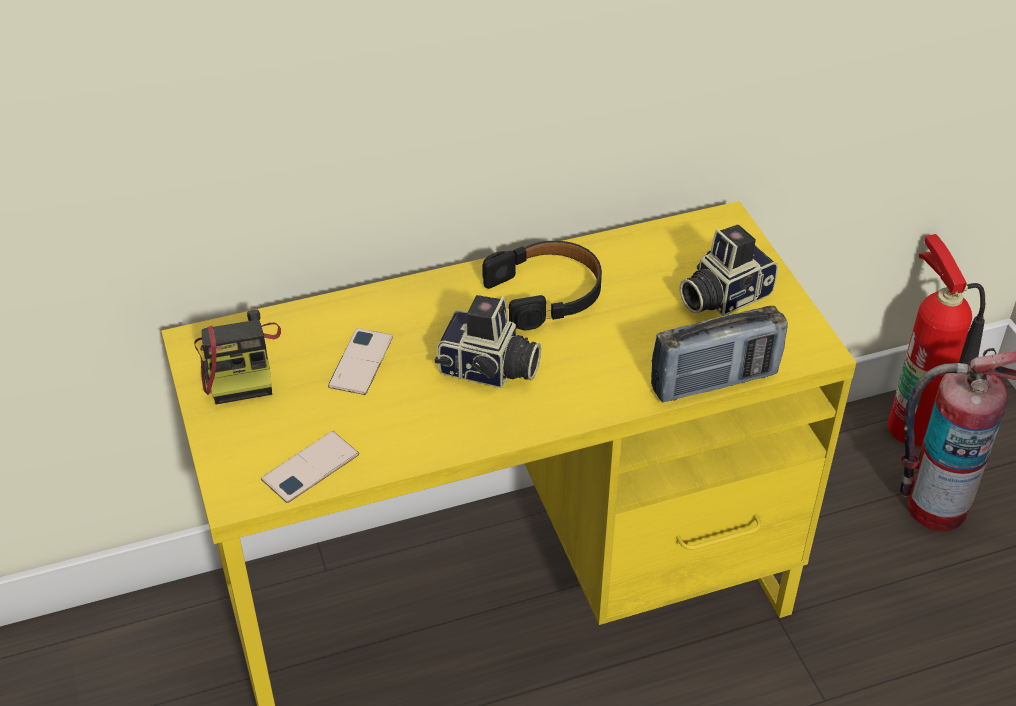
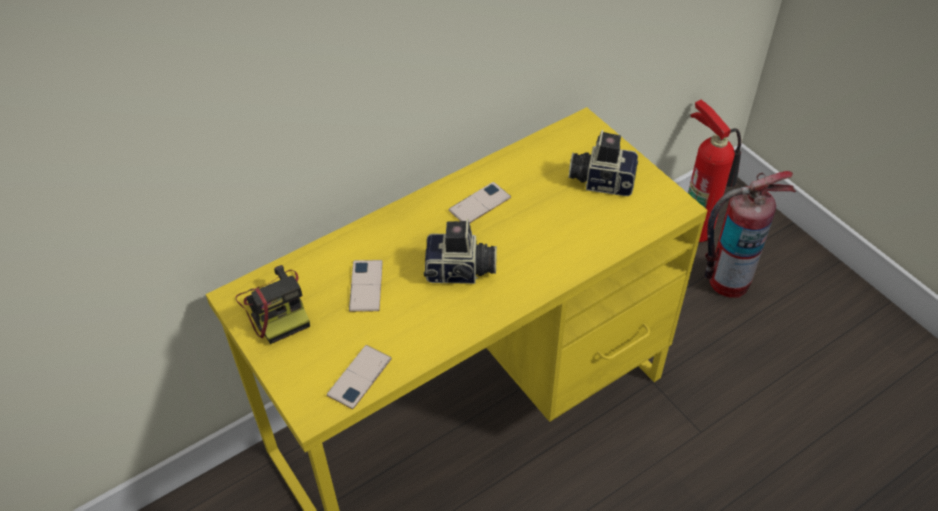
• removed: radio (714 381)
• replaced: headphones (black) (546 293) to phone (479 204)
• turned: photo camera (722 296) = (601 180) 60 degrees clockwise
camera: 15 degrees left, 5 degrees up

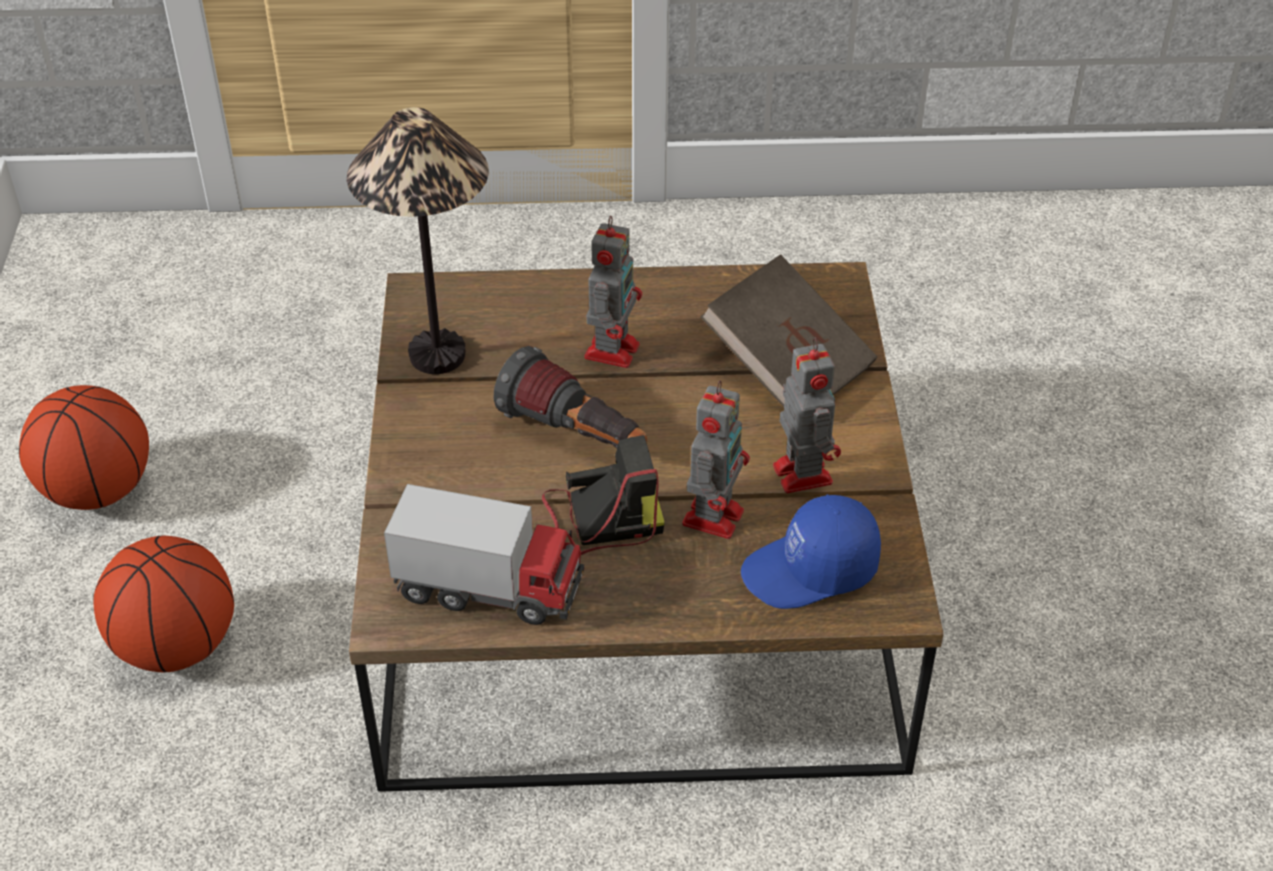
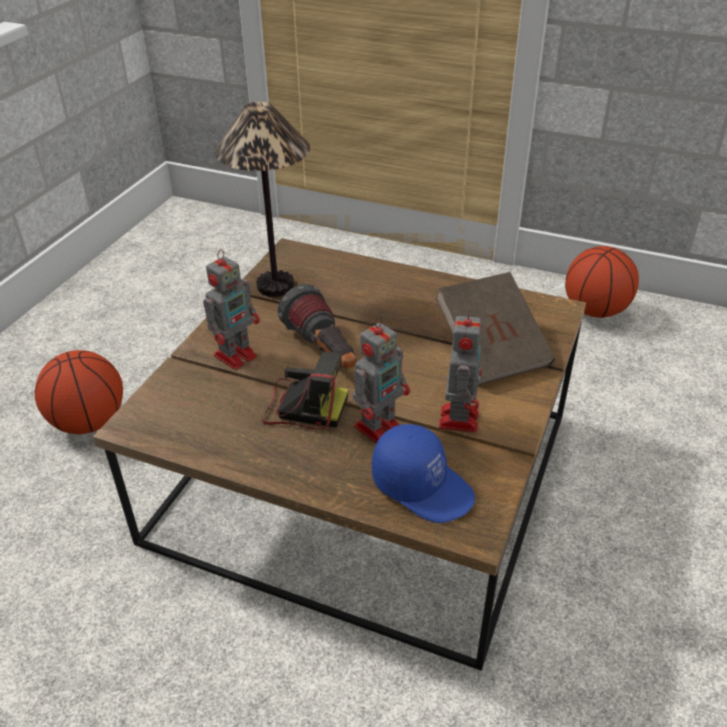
• removed: toy truck (489 589)
• moved: basketball (98 491) to (595 311)
• moved: toy robot (613 349) to (237 355)
• turned: cap (blue) (810 571) = (423 485) 150 degrees counterclockwise
camera: 25 degrees right, 5 degrees down

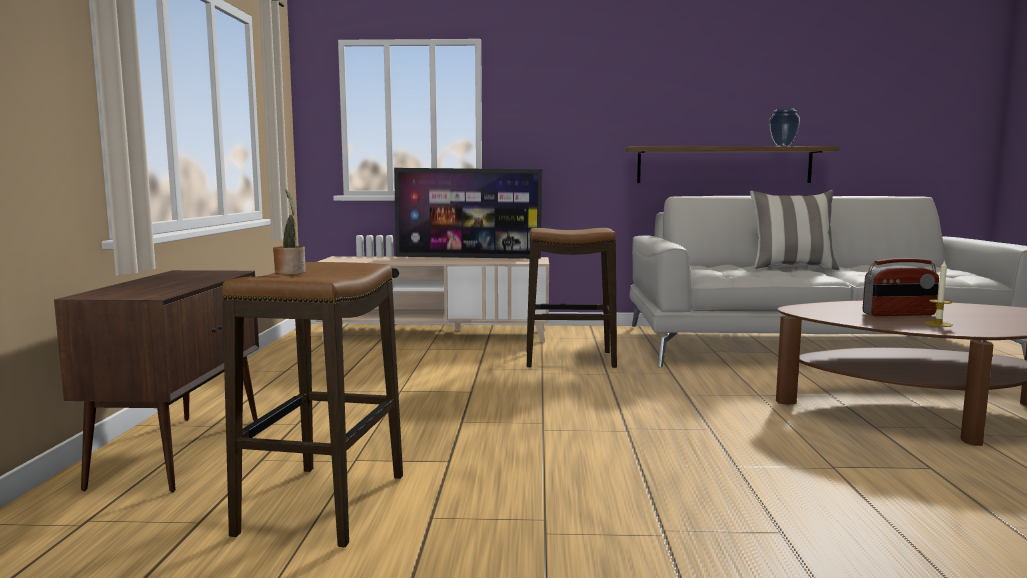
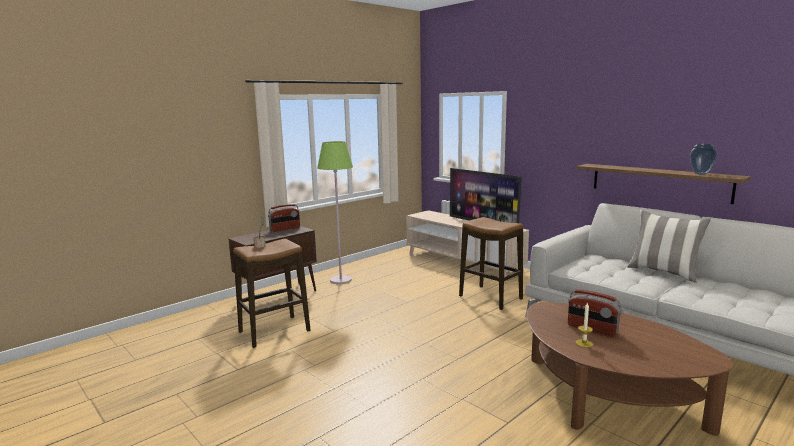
• added: radio (285 229)
• added: floor lamp (green) (341 280)
camera: 45 degrees right, 5 degrees up

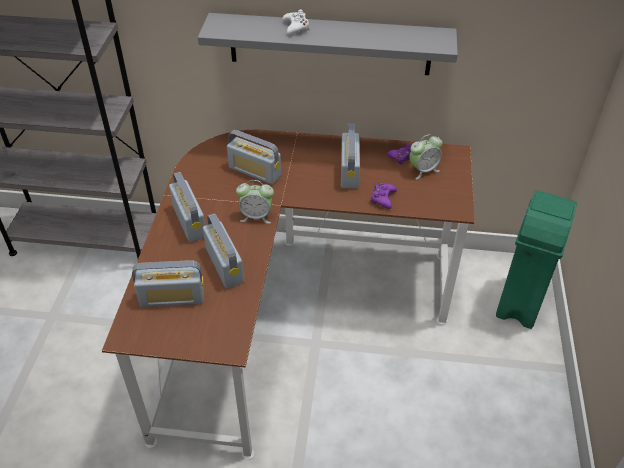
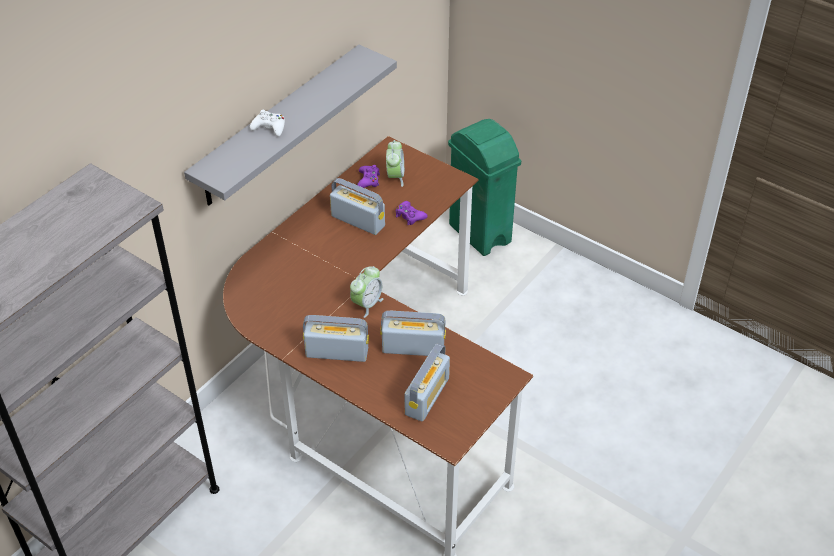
• removed: radio (255 172)
camera: 60 degrees left, 0 degrees up

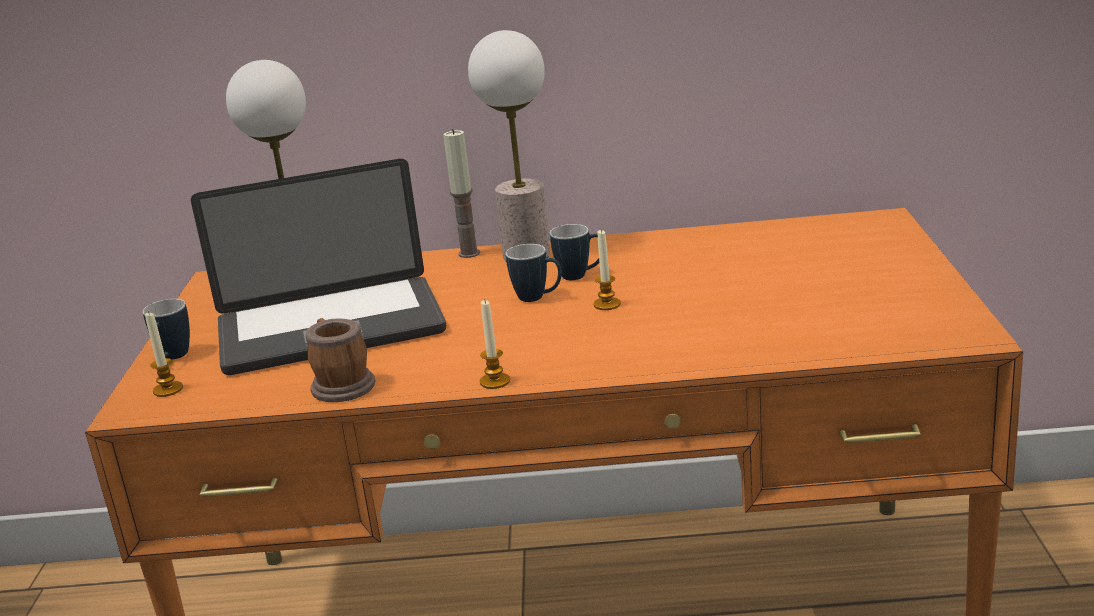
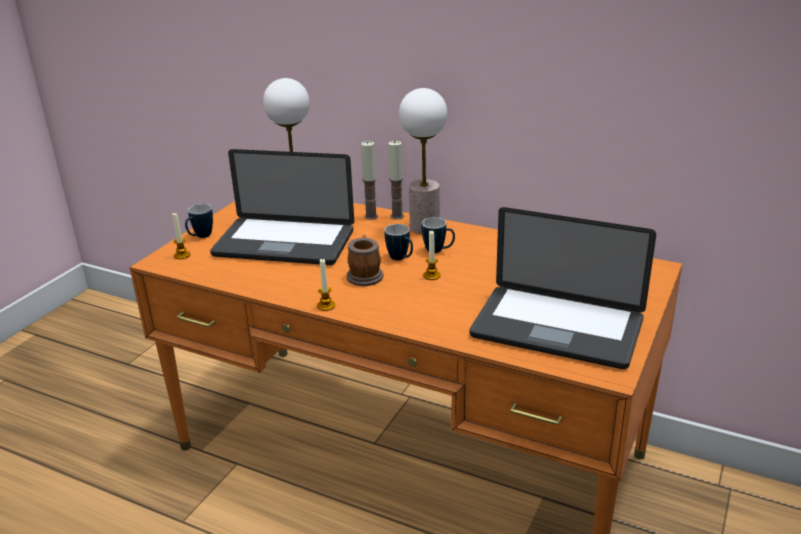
• added: candle (371 216)
• added: laptop (557 328)
• moved: mug (340 384) to (365 275)
camera: 25 degrees right, 5 degrees up

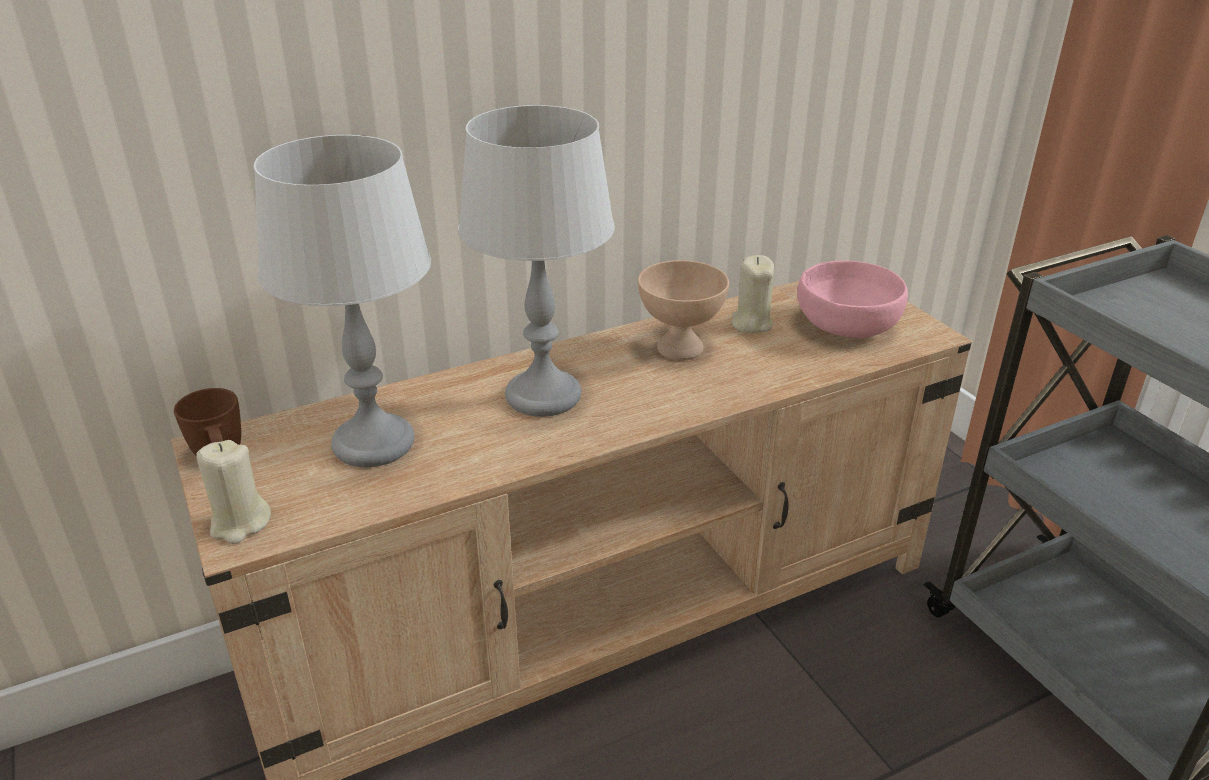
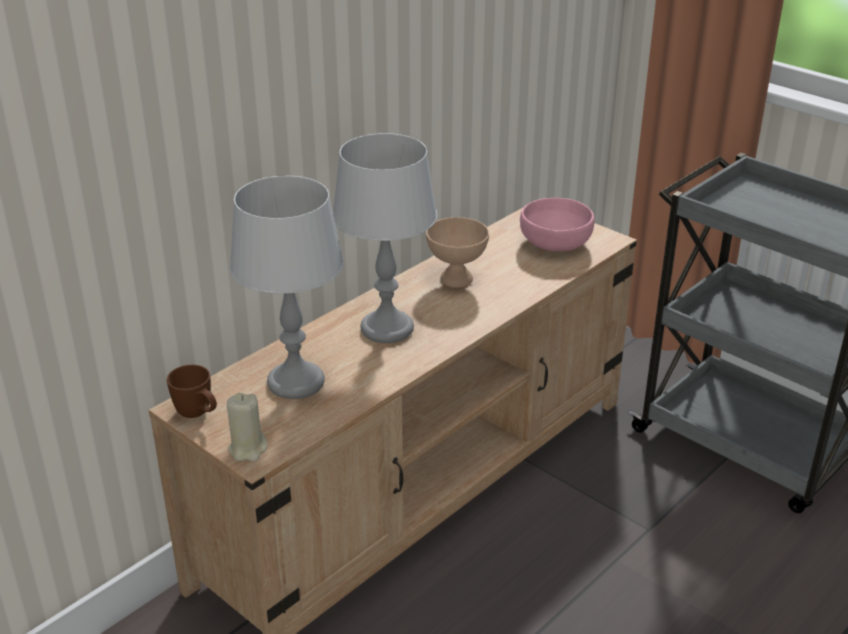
• removed: candle (beige) (751 323)
camera: 20 degrees left, 0 degrees up

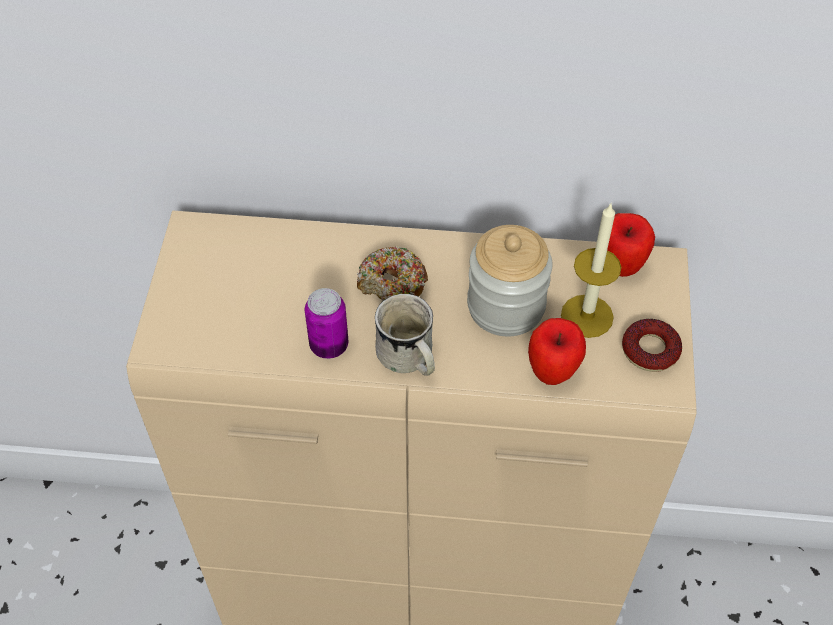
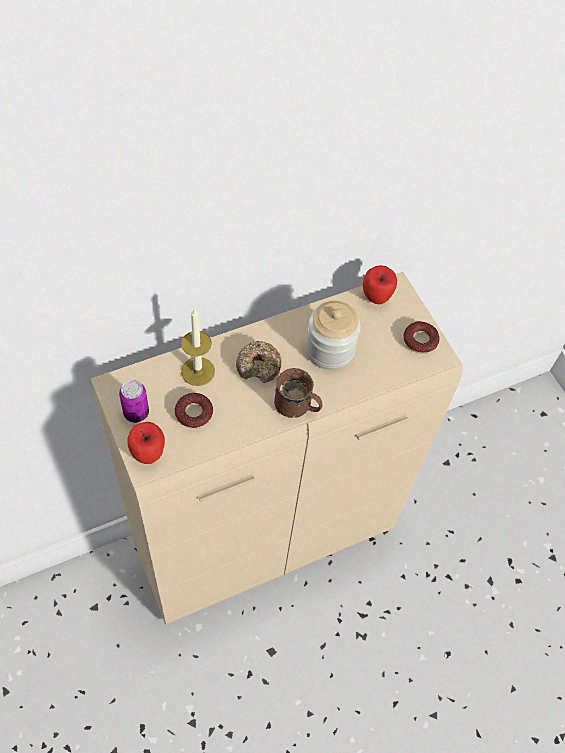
• added: donut (194 413)
• moved: can (329 345) to (136 413)
• moved: apple (552 373) to (148 455)
• moved: candle (587 316) to (198 371)
• recoloured: mug (white) (409 360) to mug (brown) (297 407)
camera: 35 degrees left, 5 degrees up

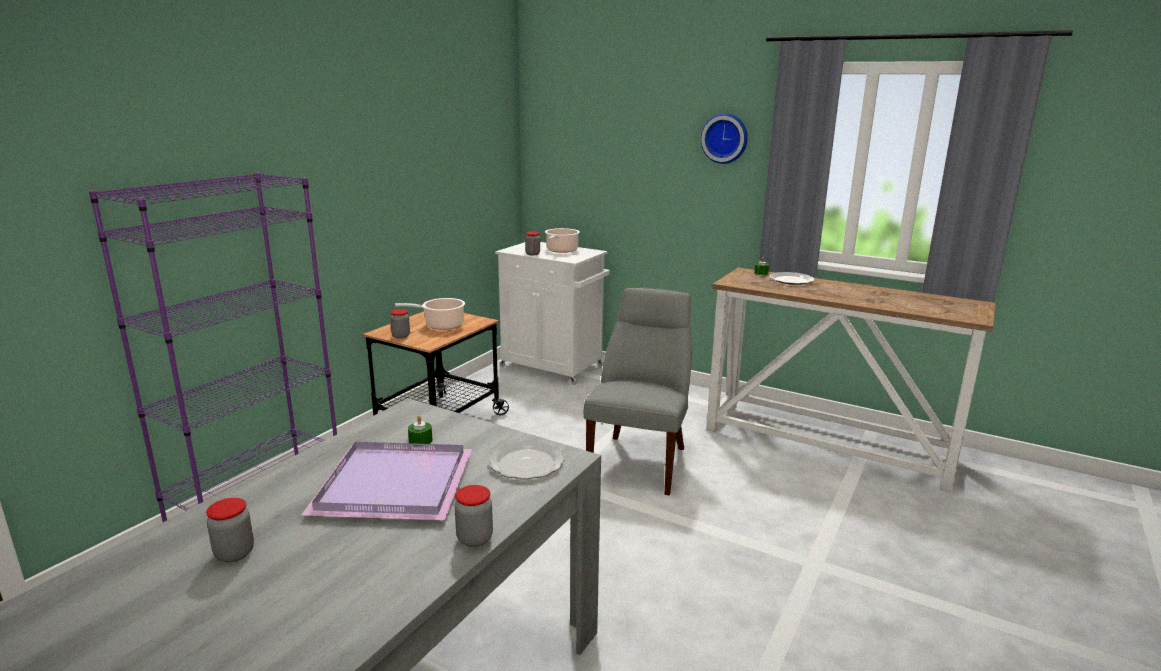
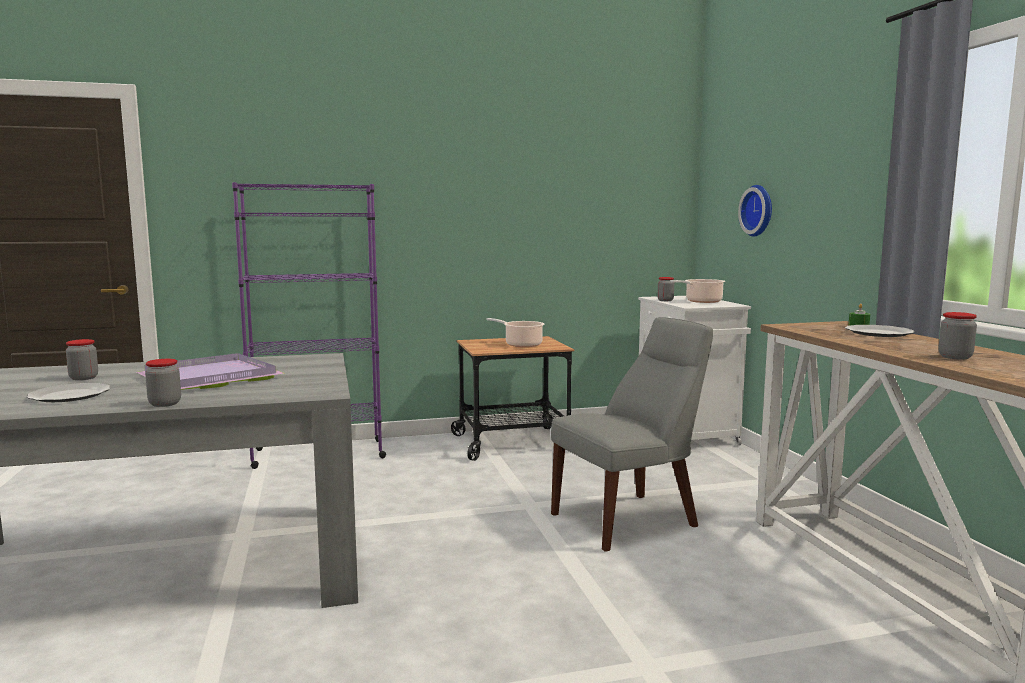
• removed: candle (green) (420 440)
• moved: jar (401 336) to (955 357)
• moved: plate (526 463) to (71 395)
• moved: wall clock (725 138) to (759 210)
camera: 45 degrees right, 10 degrees down

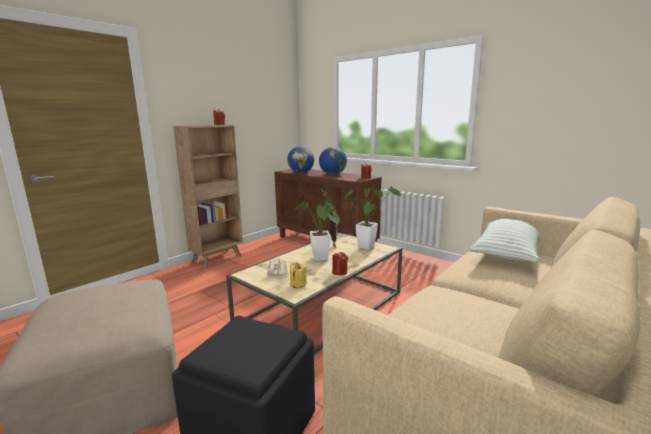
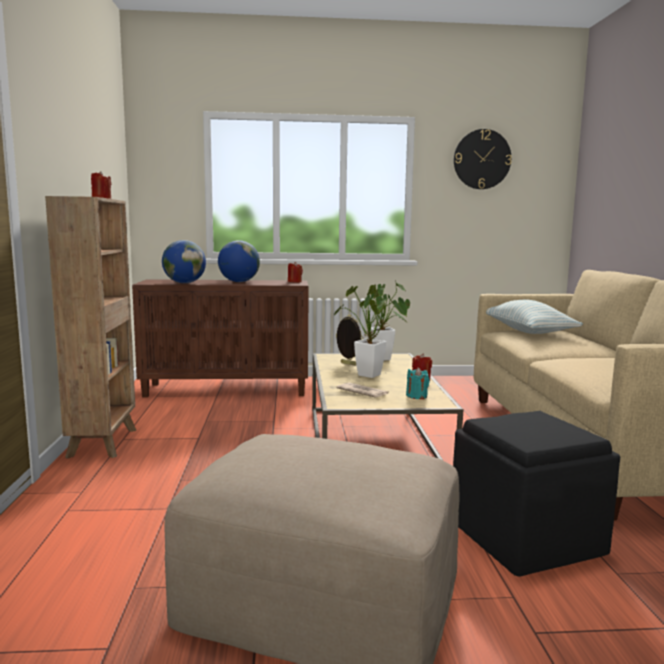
• added: wall clock (482 159)
• recoloured: candle (yellow) (298 284) to candle (turquoise) (416 396)
camera: 45 degrees left, 5 degrees down

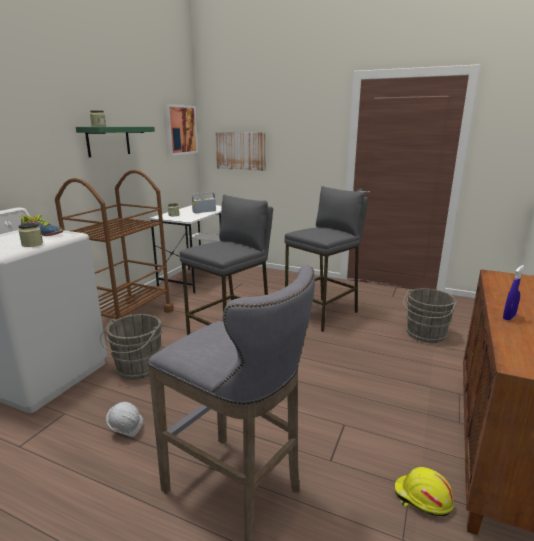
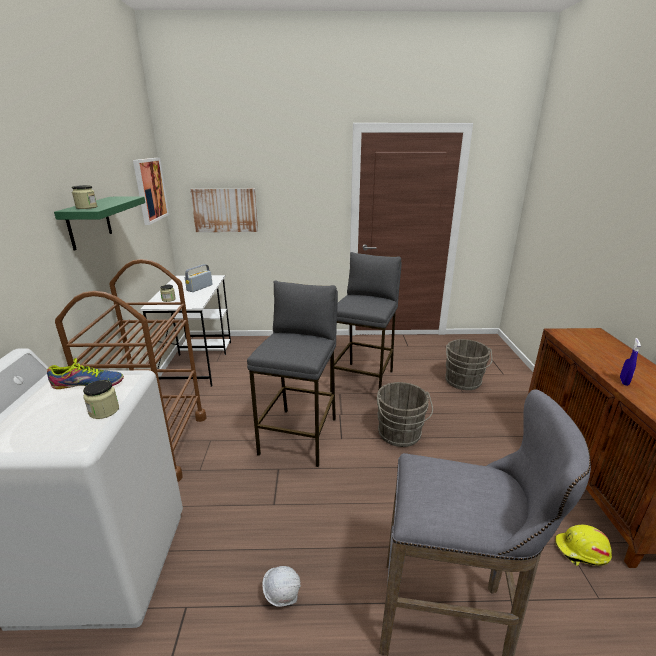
• moved: bucket (grey) (137 369) to (400 435)
camera: 25 degrees left, 5 degrees up

